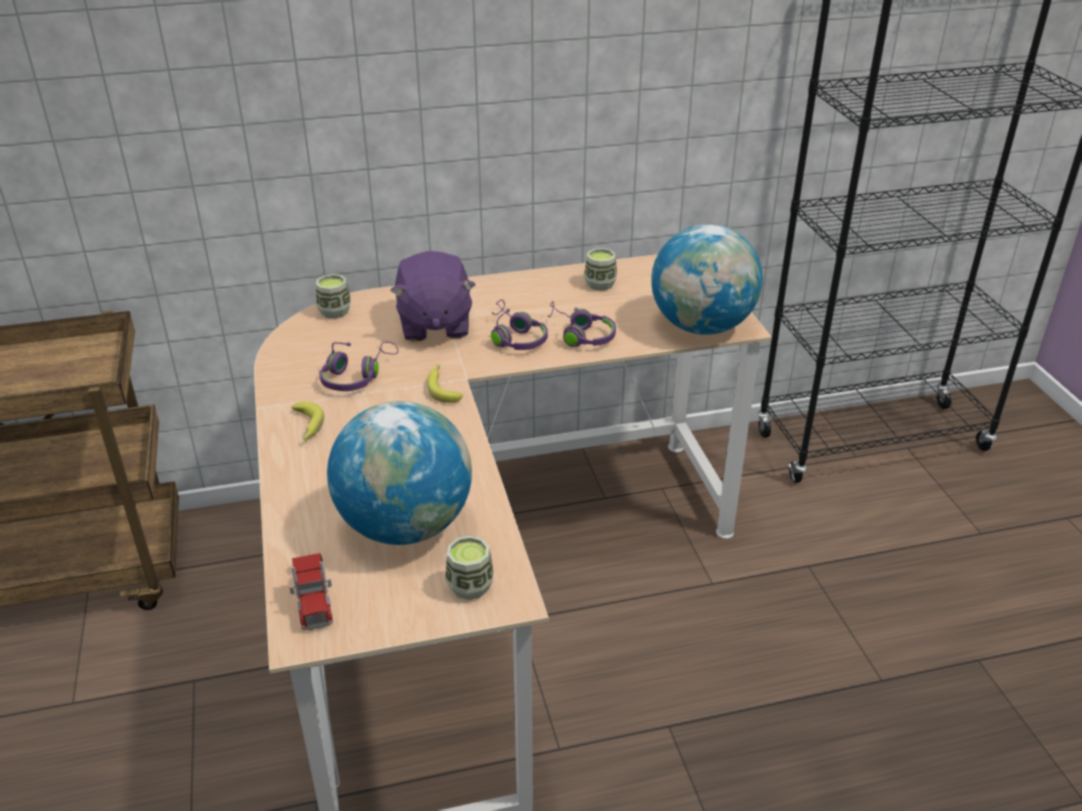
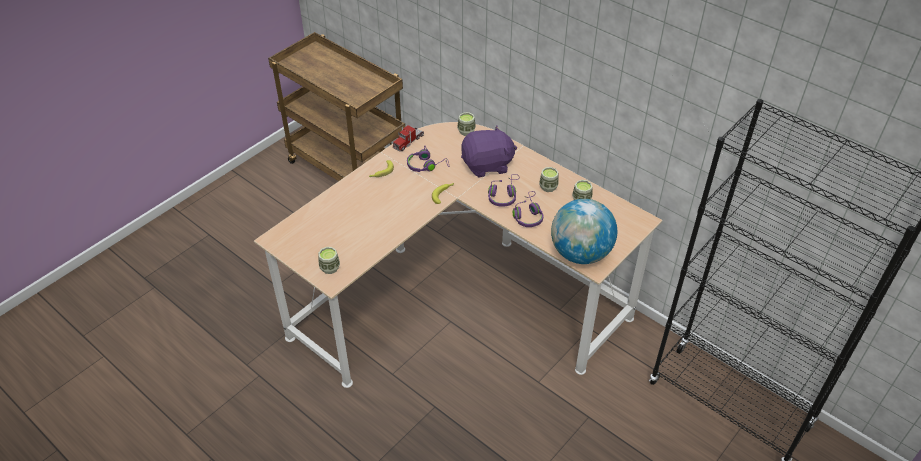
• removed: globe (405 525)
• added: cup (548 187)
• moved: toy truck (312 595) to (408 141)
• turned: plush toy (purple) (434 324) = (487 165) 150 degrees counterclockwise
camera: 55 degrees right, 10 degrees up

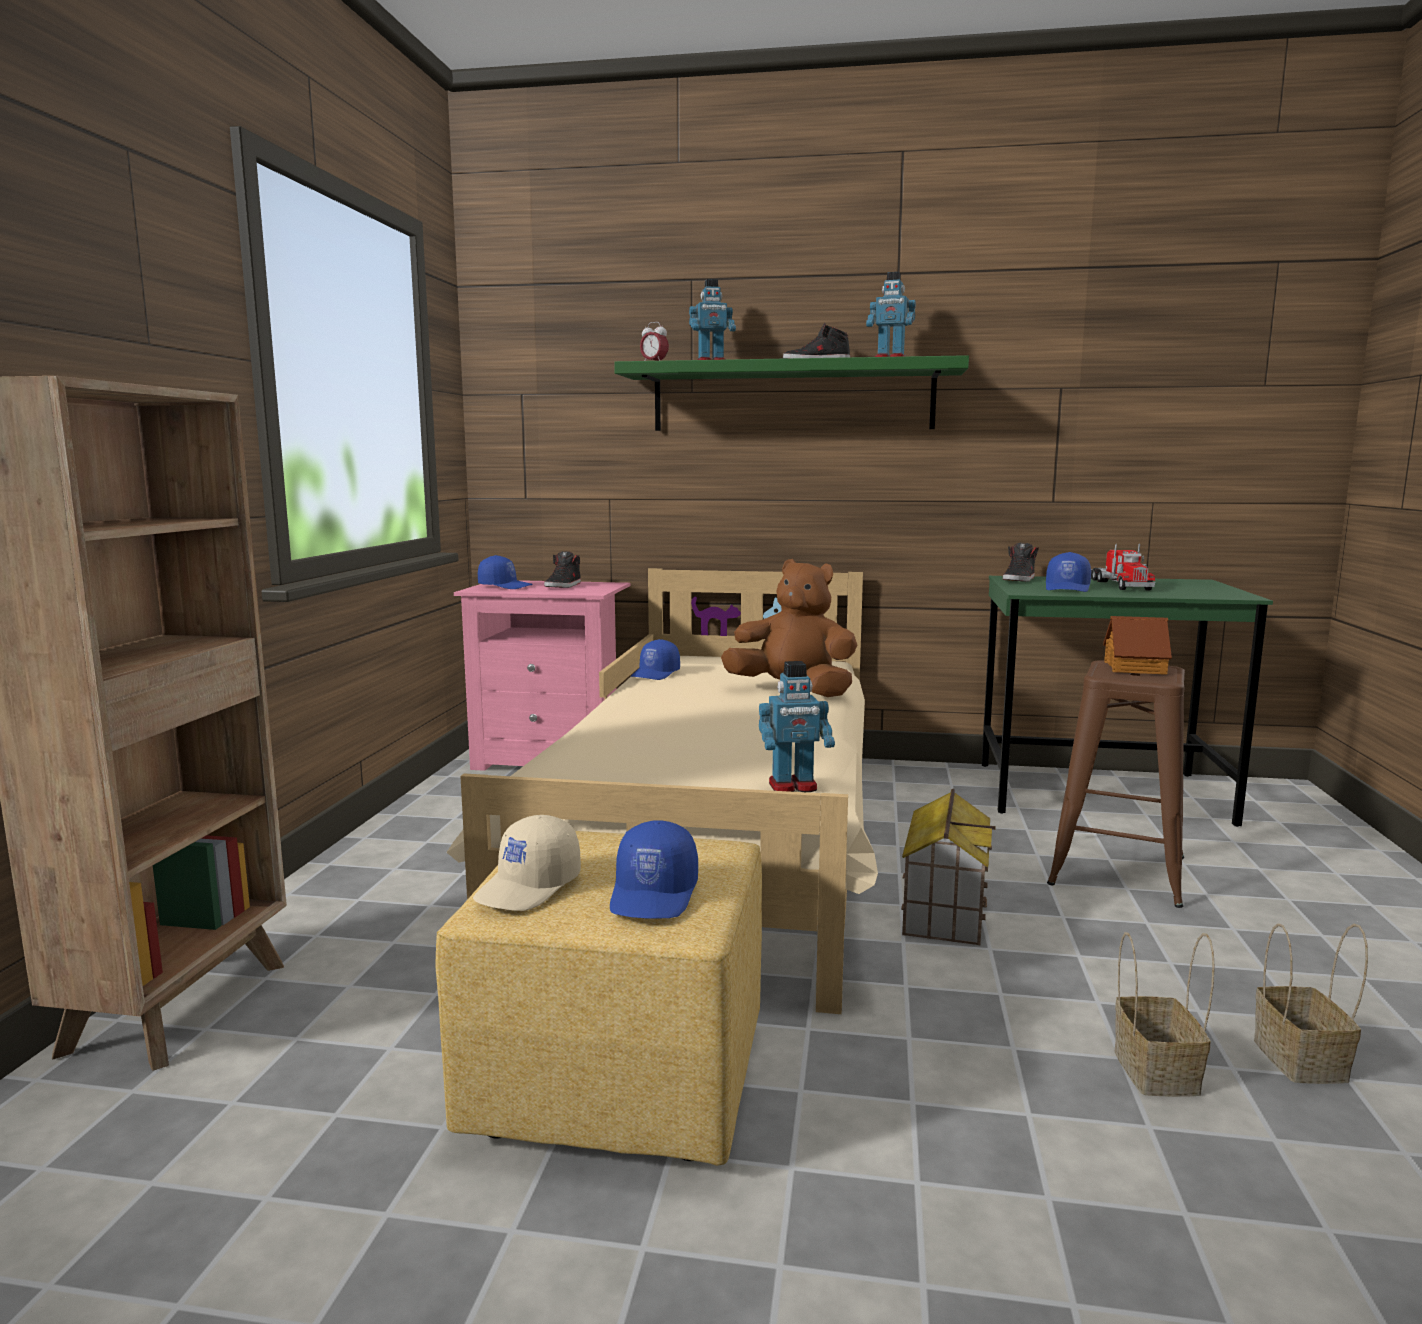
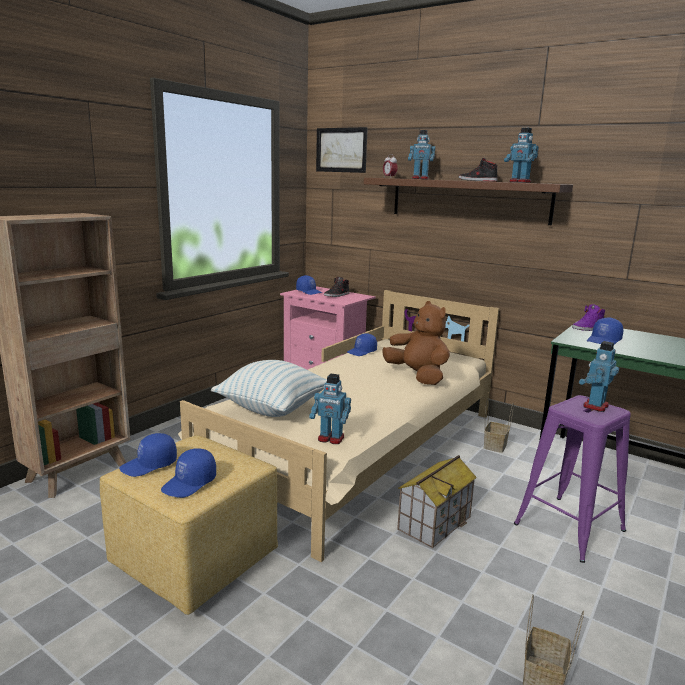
• removed: toy truck (1120 585)
• added: pillow (273 408)
• added: picture (341 150)
• moved: basket (1153 1070) to (495 445)
• replaced: toy house (1135 668) to toy robot (594 406)
• recoloured: cap (beige) (529 887) to cap (blue) (149 465)
• recoloured: shelf (green) (792 398) to shelf (brown) (468 200)
• recoloured: shoe (black) (1019 580) to shoe (purple) (588 328)
• recoloured: stool (brown) (1117 871) to stool (purple) (569 527)
camera: 25 degrees right, 5 degrees up

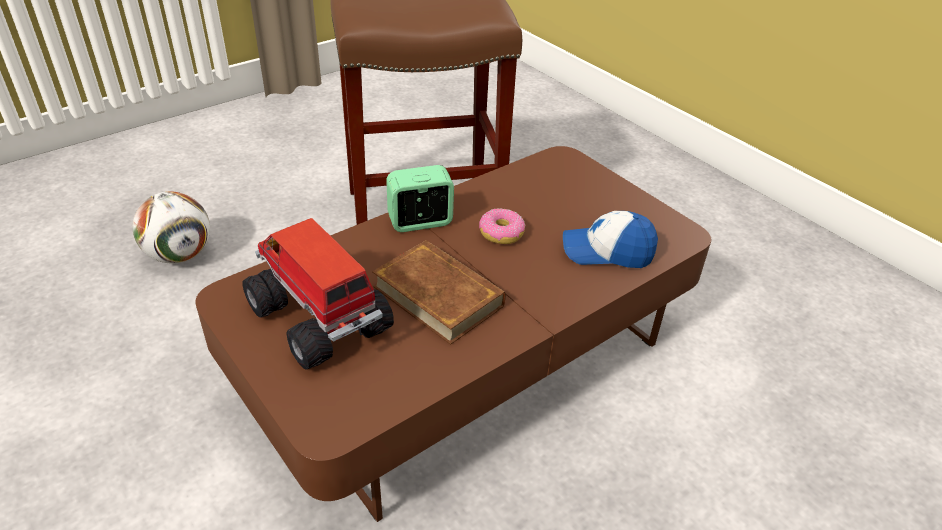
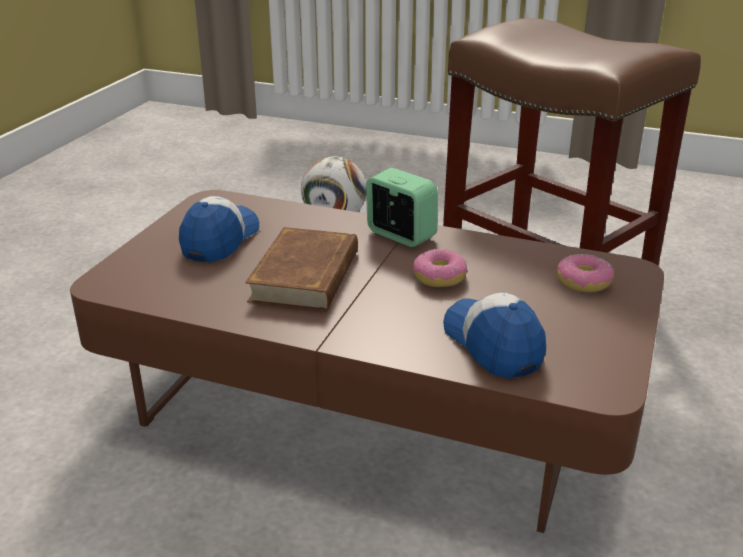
• added: donut (583 282)
• replaced: toy truck (320 321) to cap (220 240)
camera: 60 degrees right, 10 degrees down

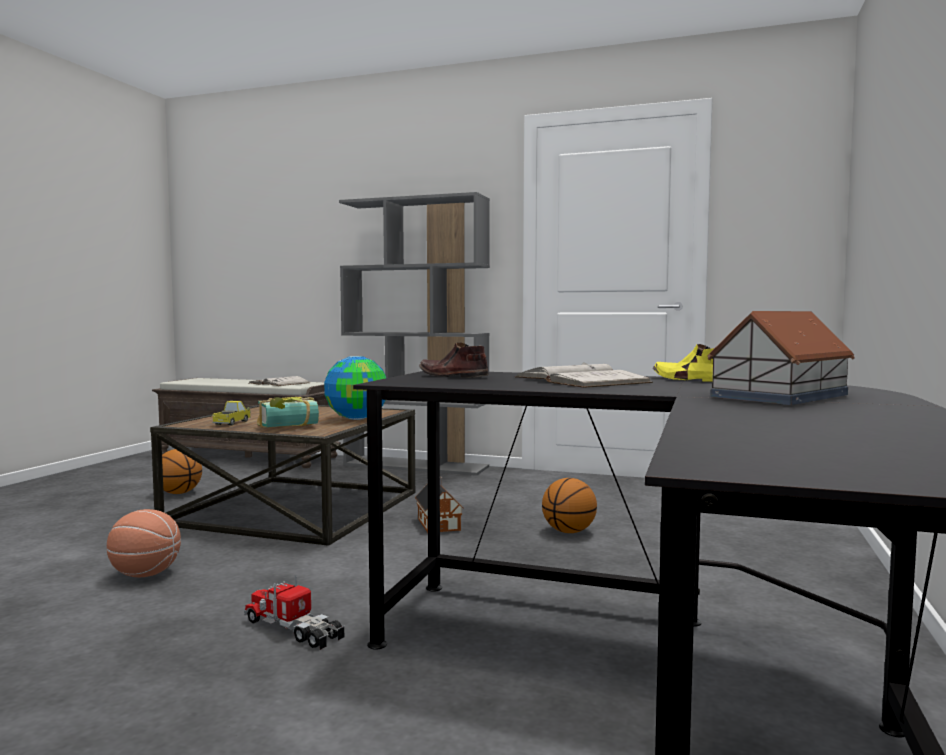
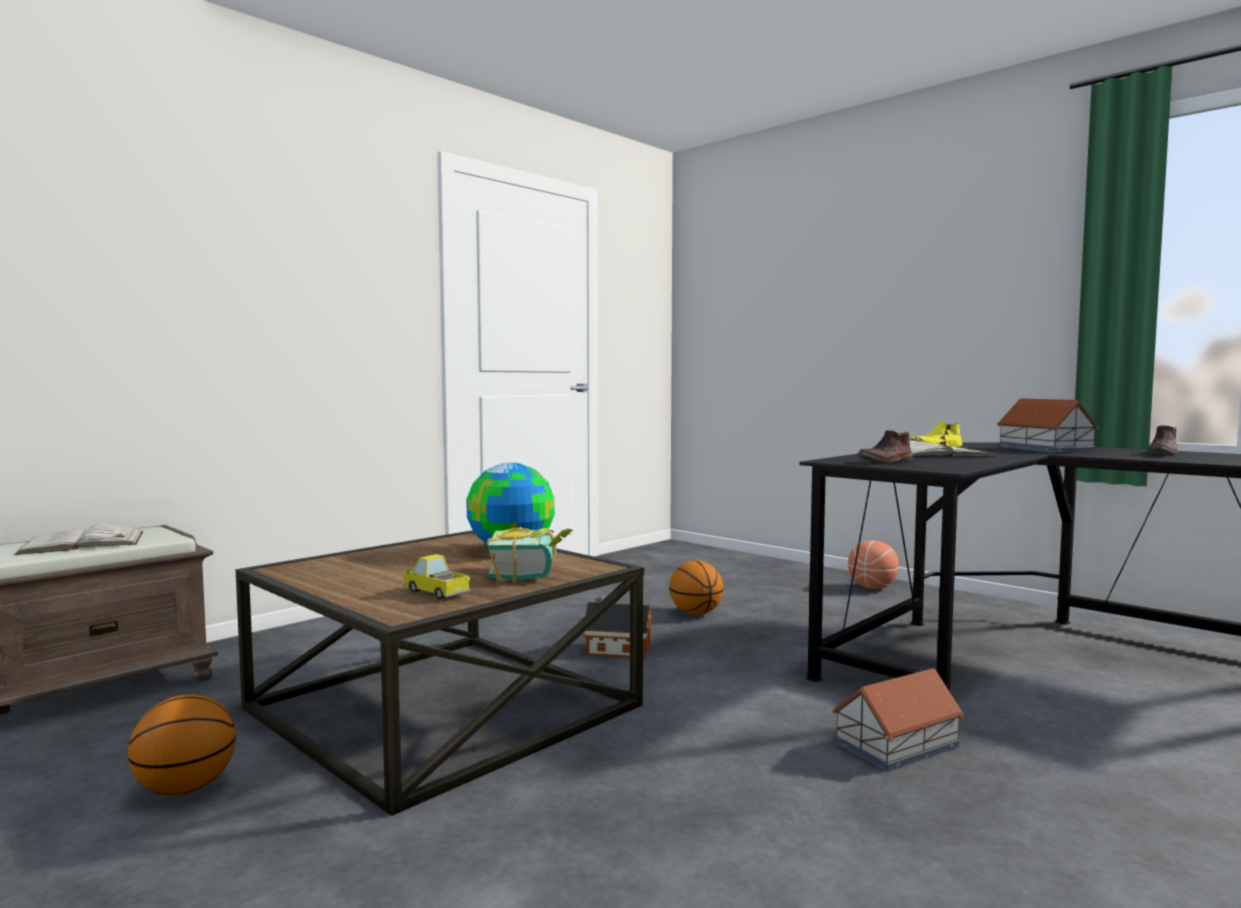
• removed: bookcase (grey) (417 466)
• added: shoe (brown) (1163 454)
• moved: basketball (146 574) to (872 587)
• replaced: toy truck (294 629) to toy house (898 745)
camera: 65 degrees left, 0 degrees up

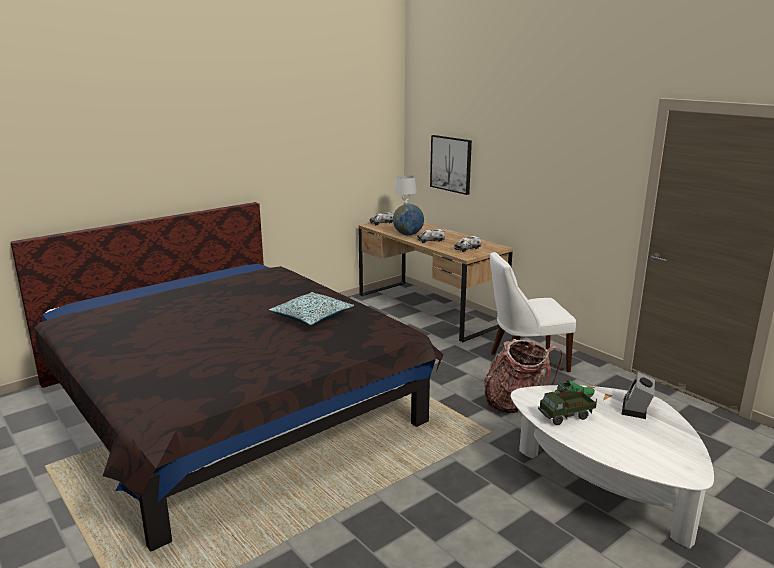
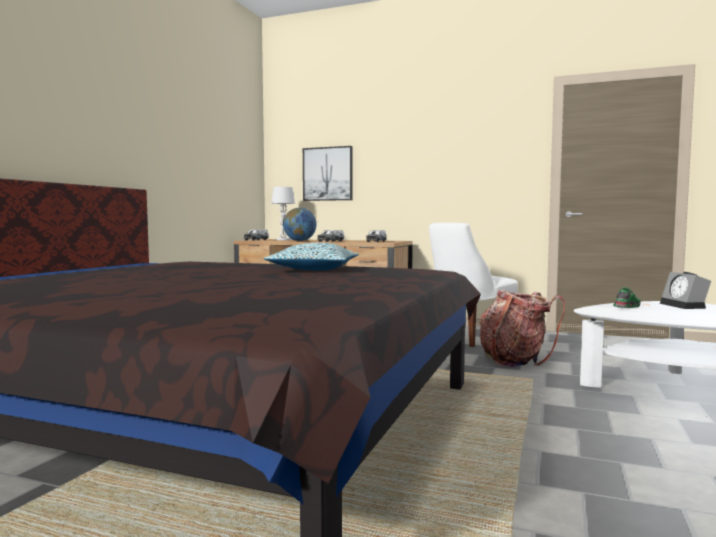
• removed: toy truck (566 416)
camera: 30 degrees left, 15 degrees down

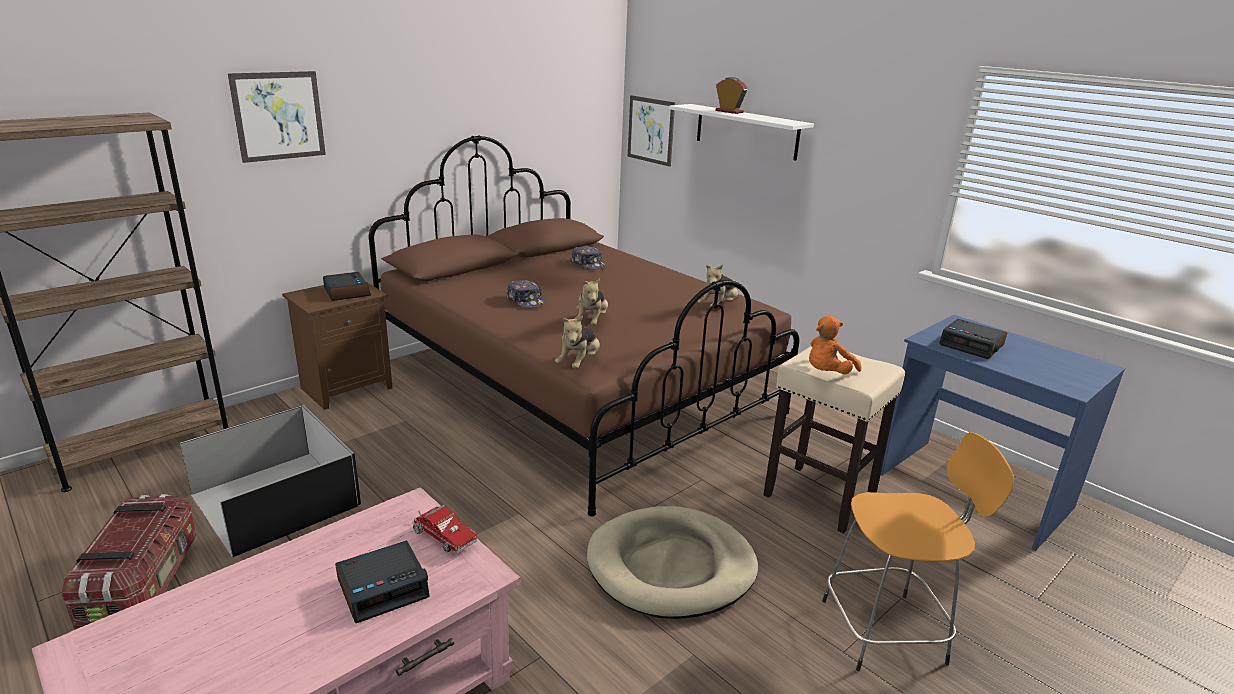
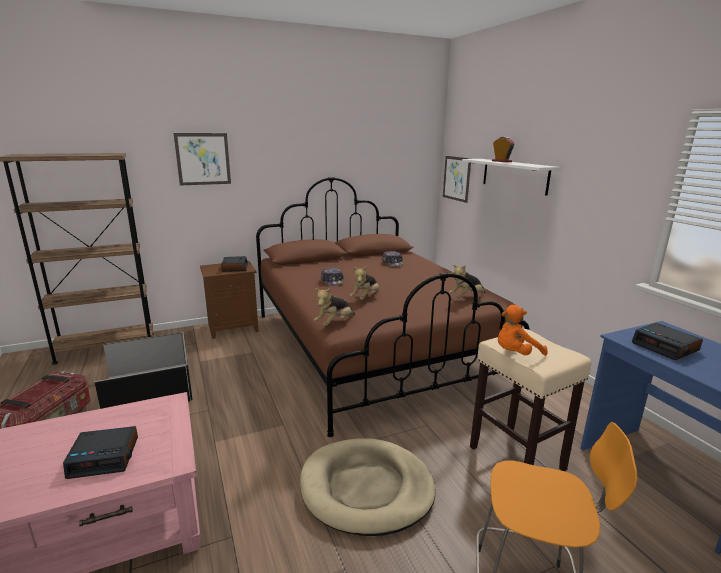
• removed: toy truck (442 537)
camera: 20 degrees right, 5 degrees down

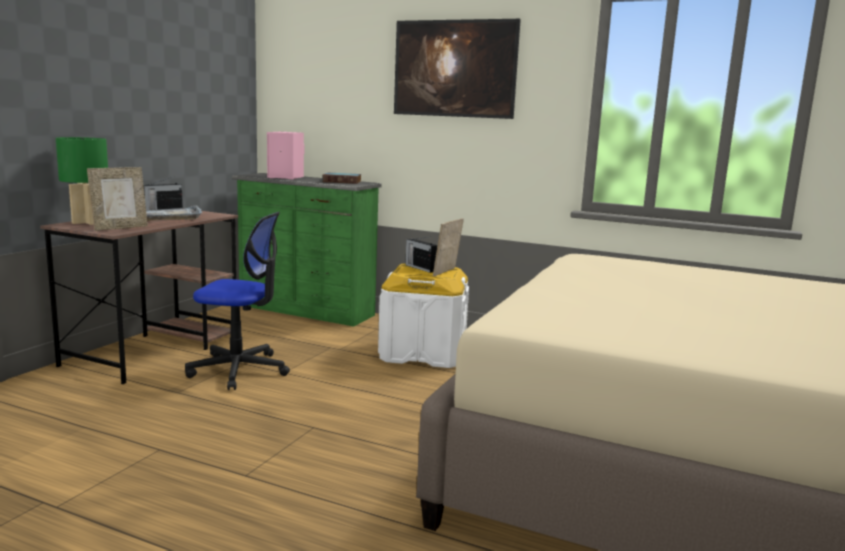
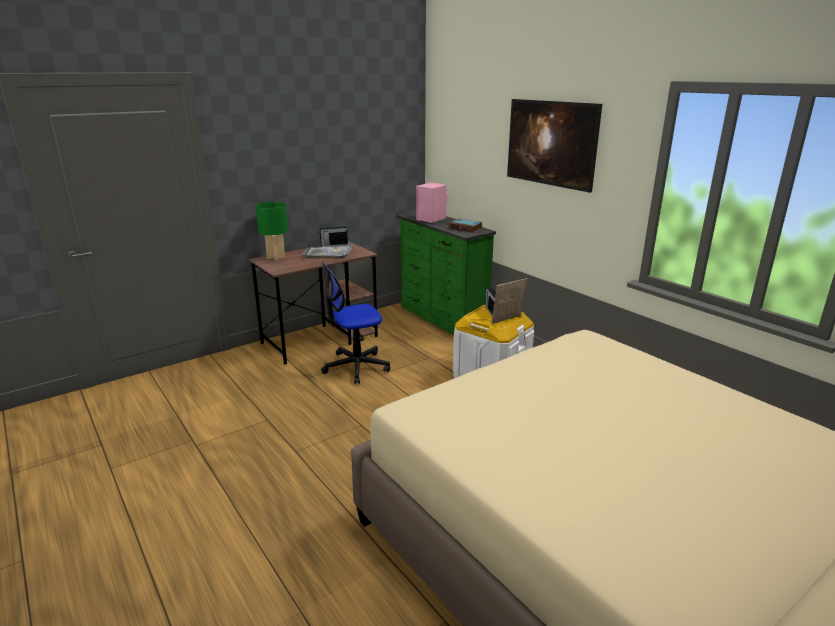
• removed: picture frame (120 228)
• turned: office chair (239 370) = (356 367) 120 degrees clockwise
camera: 30 degrees right, 10 degrees up

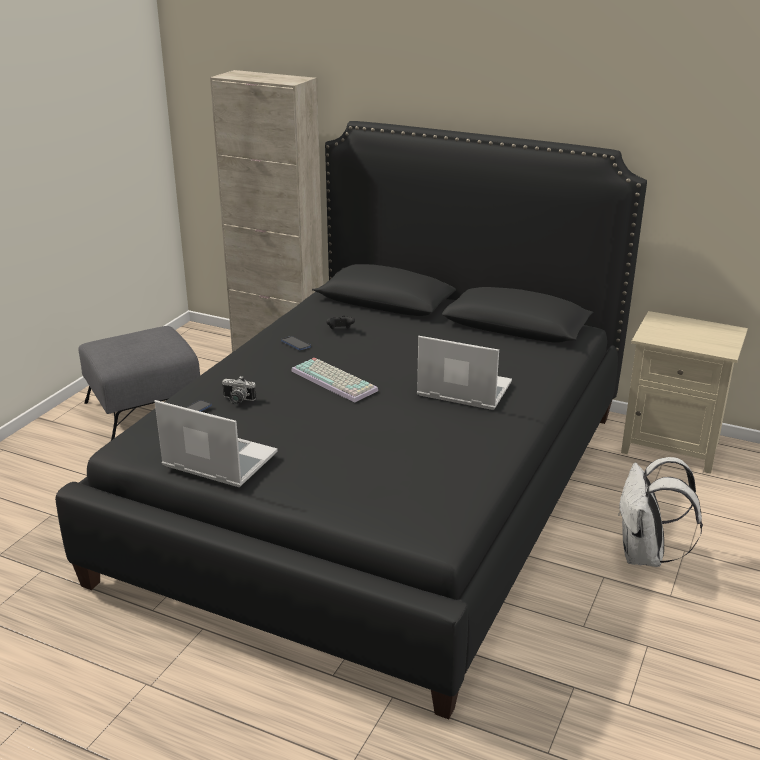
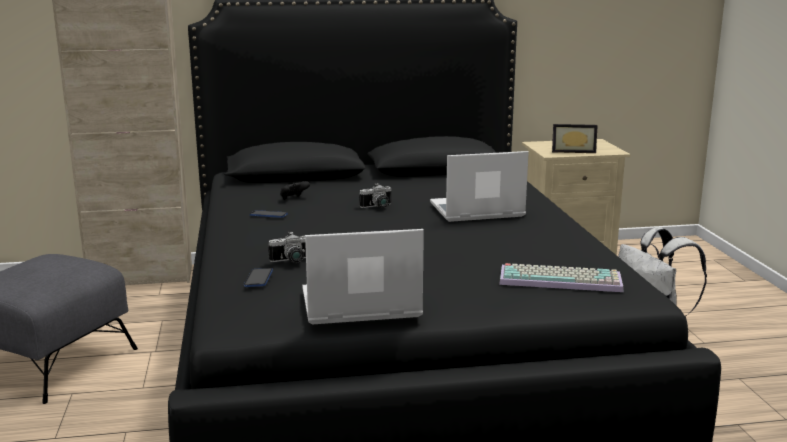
• added: photo camera (378 207)
• added: picture frame (573 151)
• moved: keyboard (336 380) to (561 279)
camera: 35 degrees left, 10 degrees down

